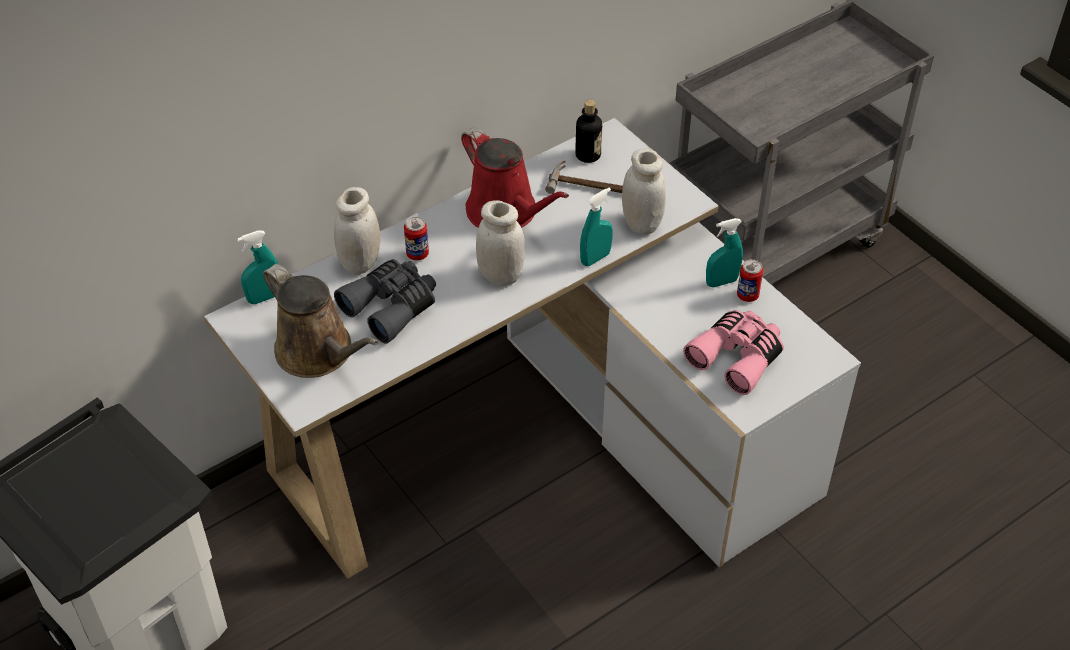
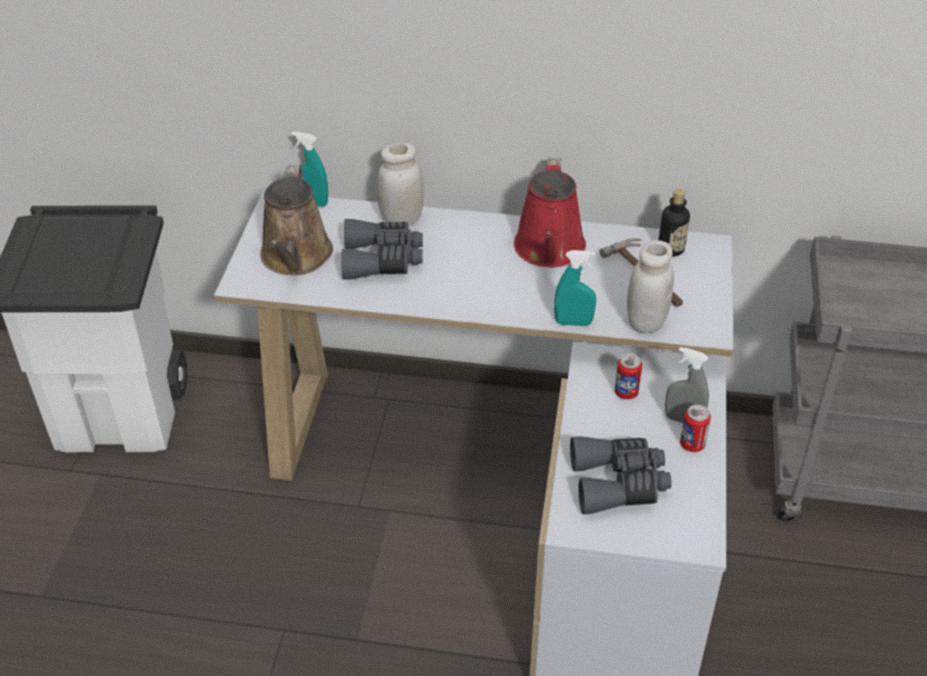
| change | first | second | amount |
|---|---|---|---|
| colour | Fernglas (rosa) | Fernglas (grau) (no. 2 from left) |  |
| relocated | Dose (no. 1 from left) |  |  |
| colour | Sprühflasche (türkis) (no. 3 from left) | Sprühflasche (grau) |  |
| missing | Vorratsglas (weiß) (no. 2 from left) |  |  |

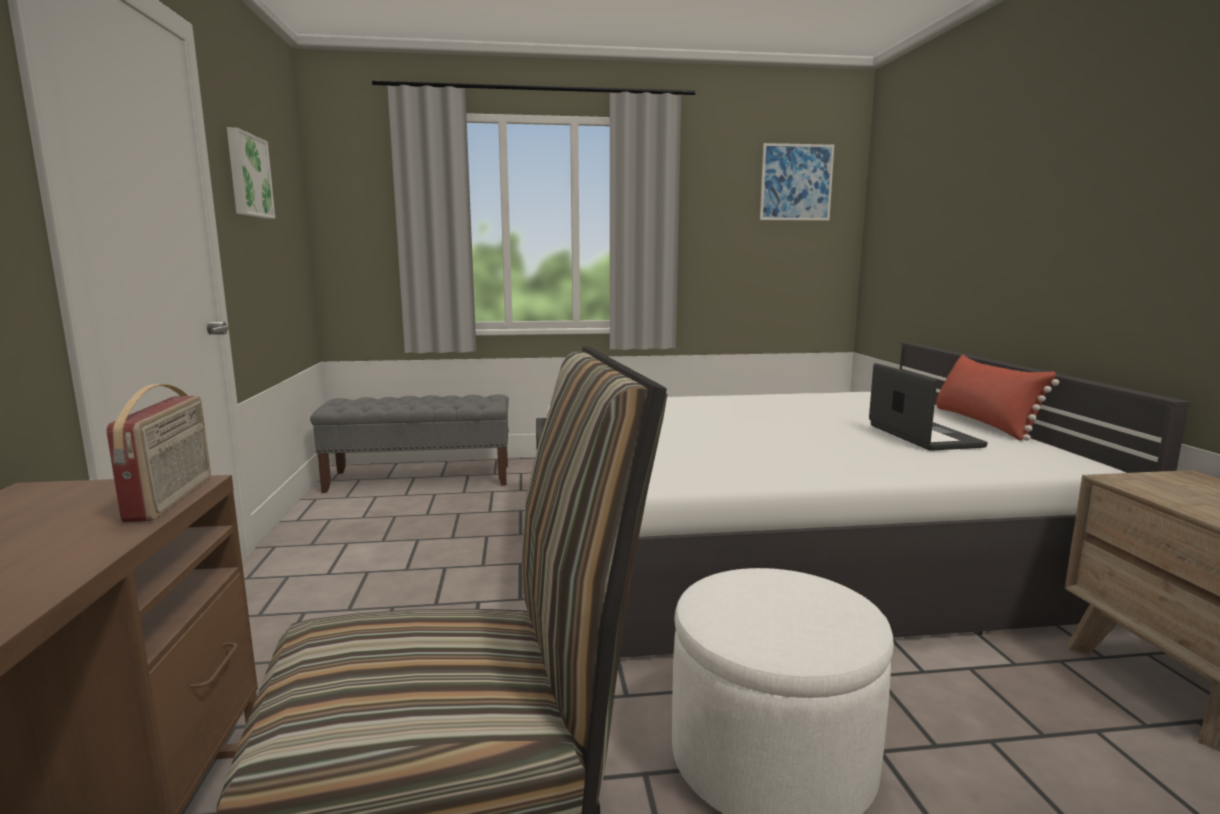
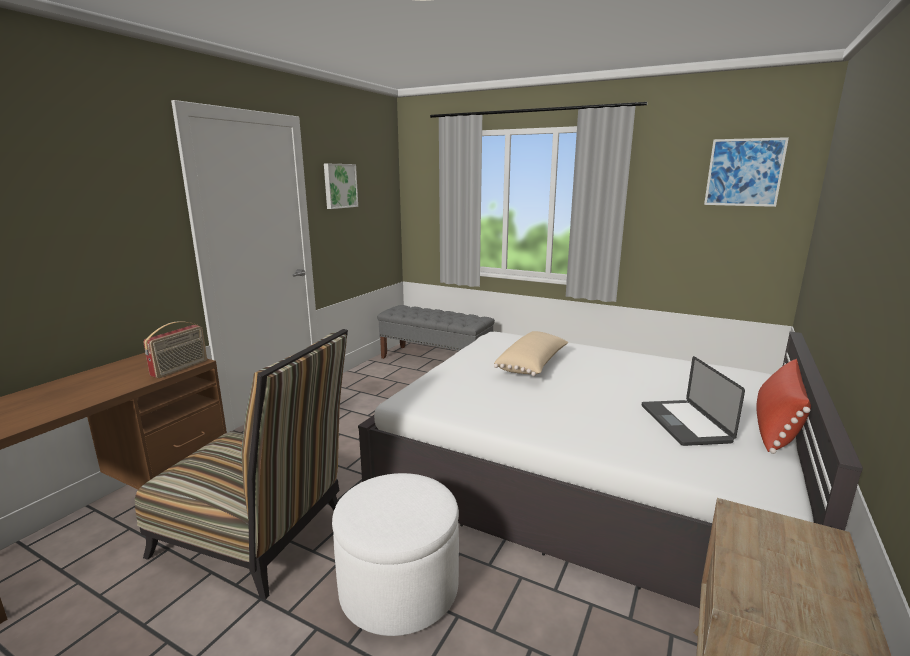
| change | first | second | amount |
|---|---|---|---|
| appeared |  | Kissen (beige) |  |
| spun | Laptop |  | 150 degrees clockwise |

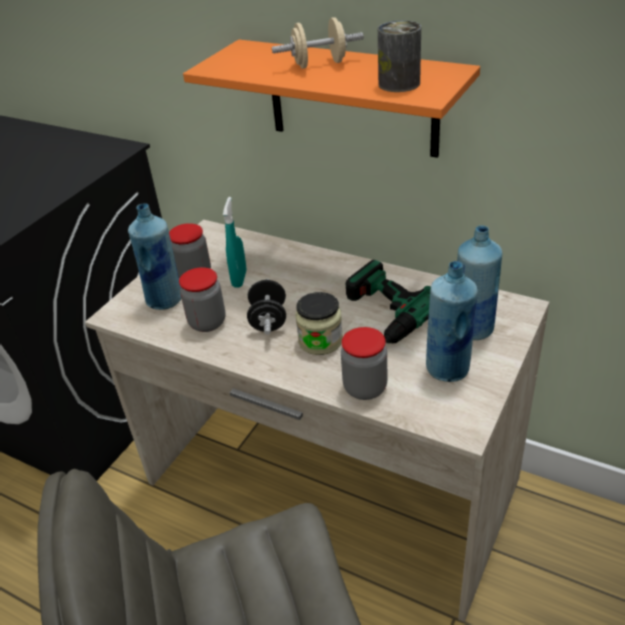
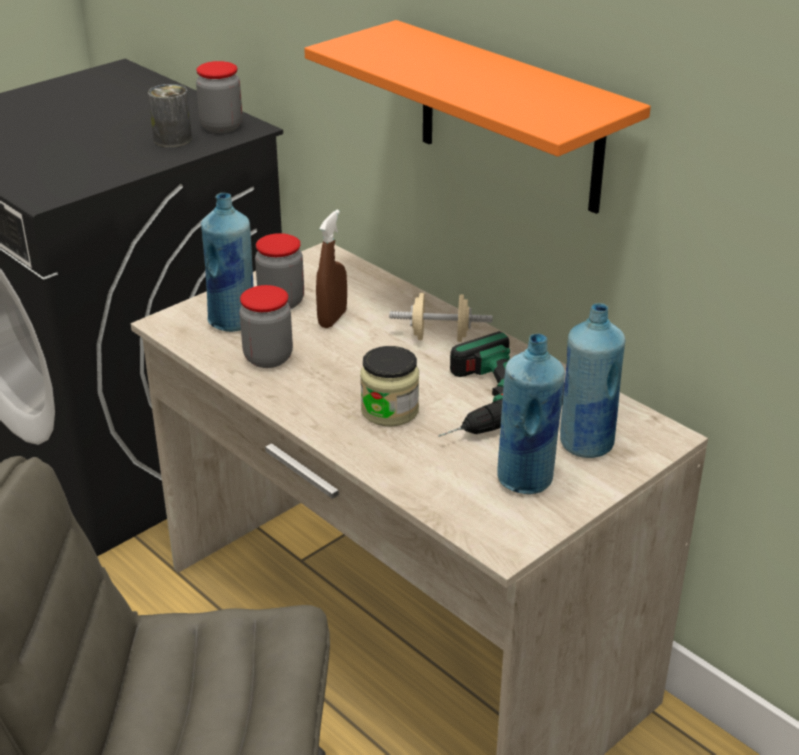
| change | first | second | amount |
|---|---|---|---|
| relocated | Dose |  |  |
| relocated | Vorratsglas (no. 4 from left in the first image) | Vorratsglas (no. 1 from left) |  |
| colour | Sprühflasche (türkis) | Sprühflasche (braun) |  |
| relocated | Hantel (beige) |  |  |
| missing | Hantel (schwarz) |  |  |

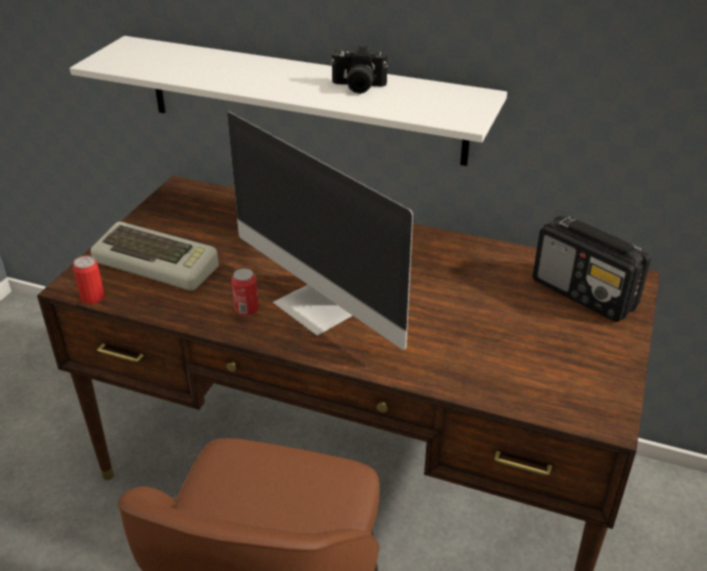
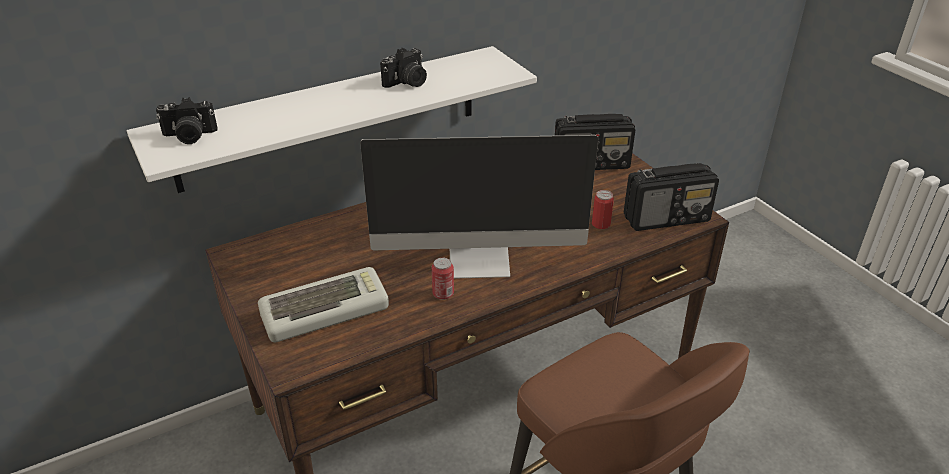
| change | first | second | amount |
|---|---|---|---|
| appeared |  | Kamera (no. 1 from left) |  |
| relocated | Dose (no. 1 from left in the first image) | Dose (no. 2 from left) |  |
| appeared |  | Radio (no. 2 from left) |  |

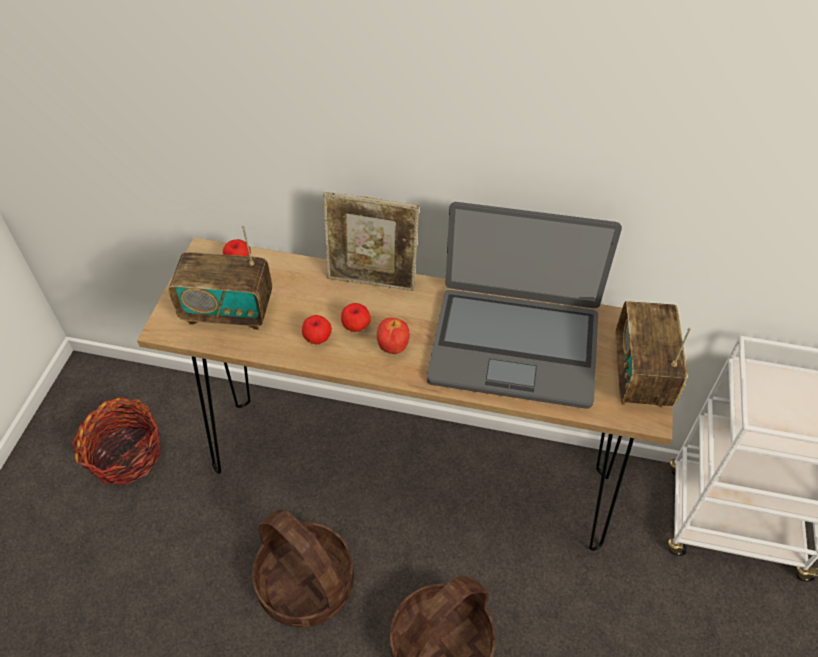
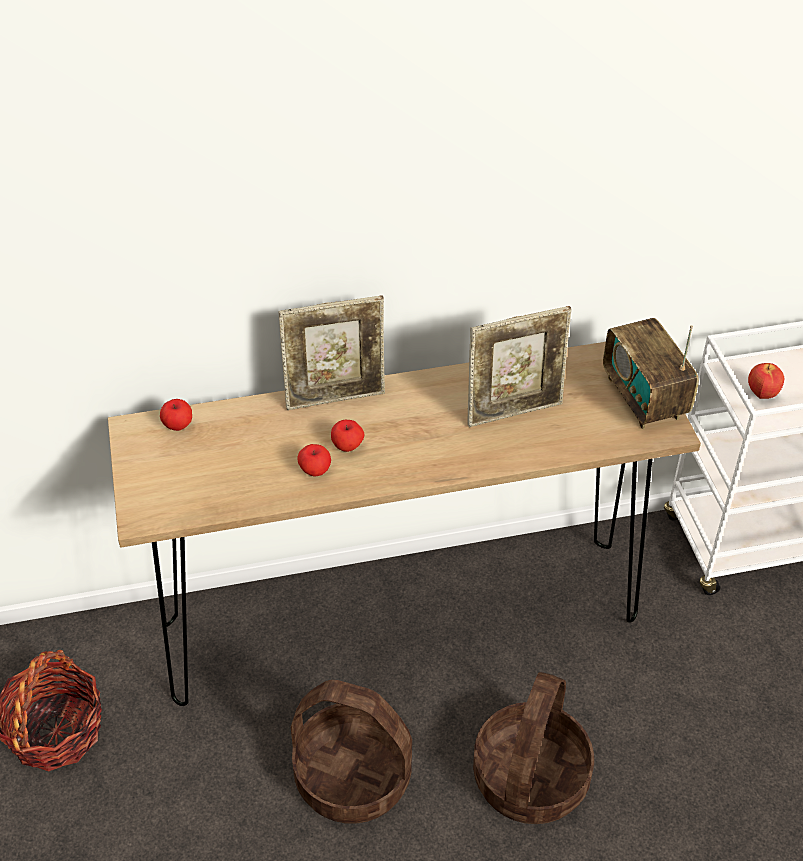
| change | first | second | amount |
|---|---|---|---|
| exchanged | Laptop | Bilderrahmen (no. 2 from left) |  |
| relocated | Apfel (no. 4 from left) |  |  |
| missing | Radio (no. 1 from left) |  |  |

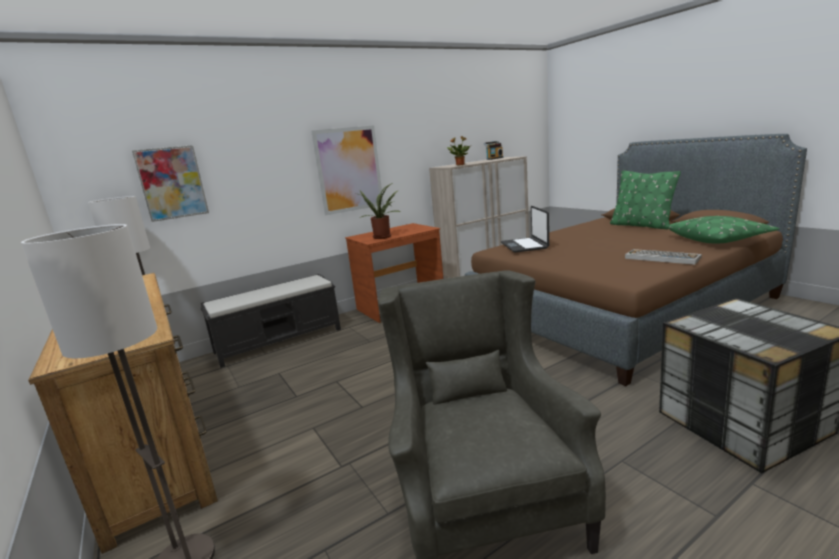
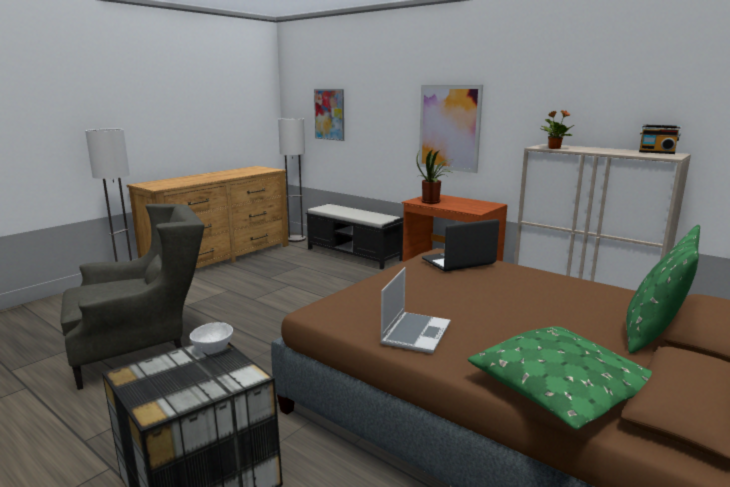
| change | first | second | amount |
|---|---|---|---|
| appeared |  | Schüssel (weiß) |  |
| exchanged | Tastatur | Laptop (no. 1 from left) |  |

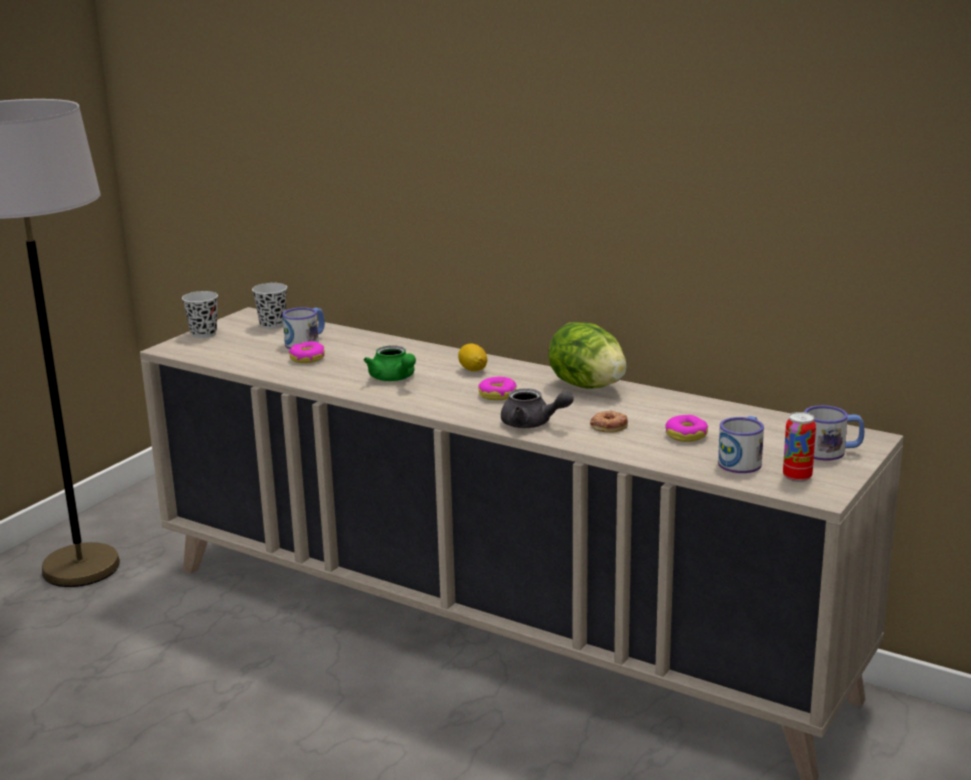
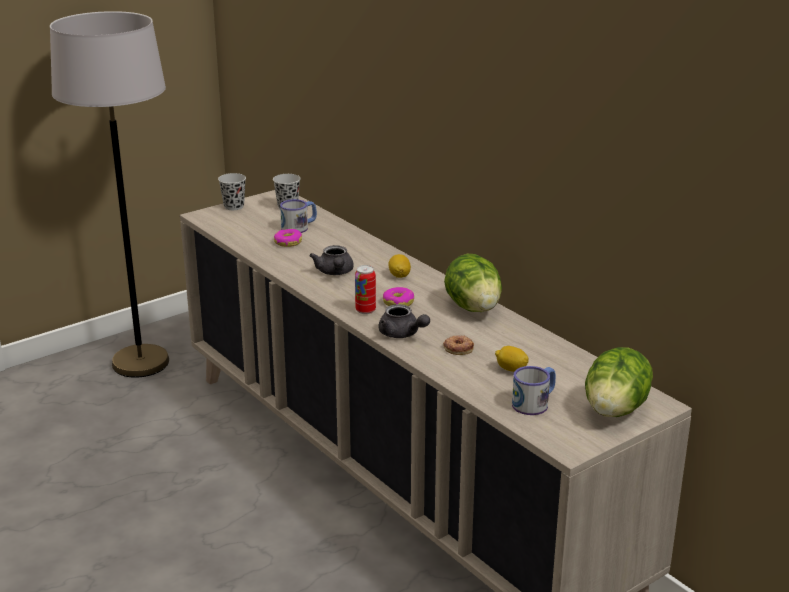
| change | first | second | amount |
|---|---|---|---|
| colour | Teekanne (grün) | Teekanne (grau) (no. 1 from left) |  |
| relocated | Dose |  |  |
| exchanged | Donut (no. 4 from left) | Zitrone (no. 2 from left) |  |
| exchanged | Henkelbecher (no. 3 from left) | Salatkopf (no. 2 from left) |  |

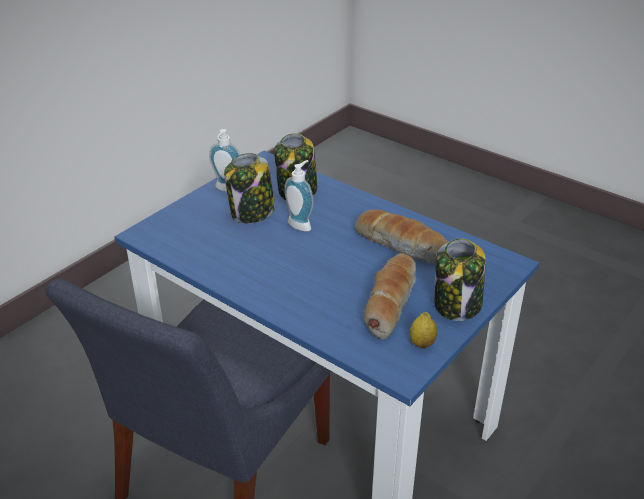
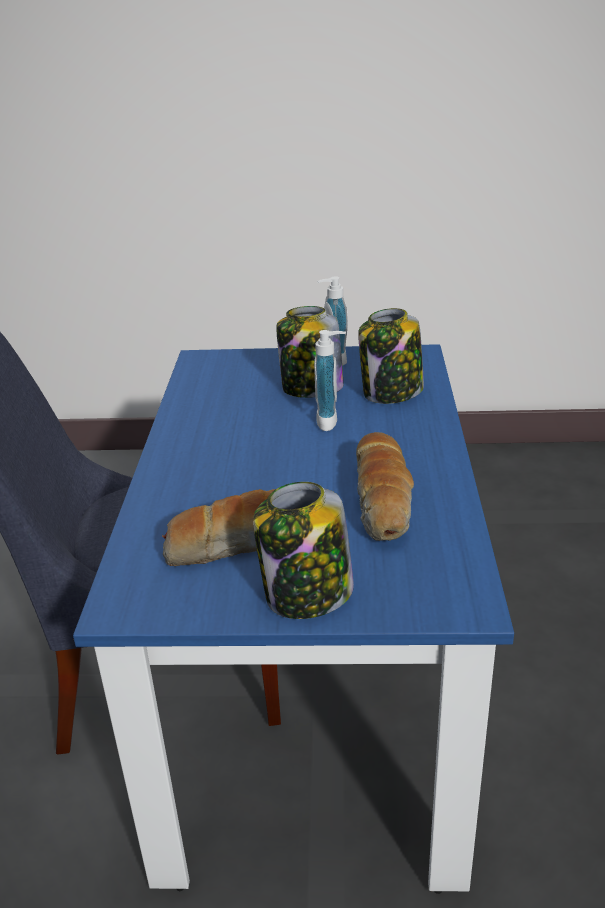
| change | first | second | amount |
|---|---|---|---|
| missing | Zitrone |  |  |

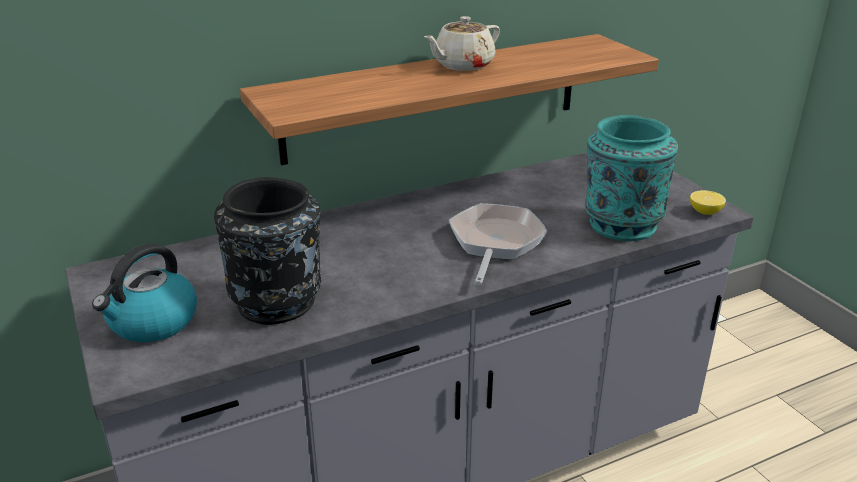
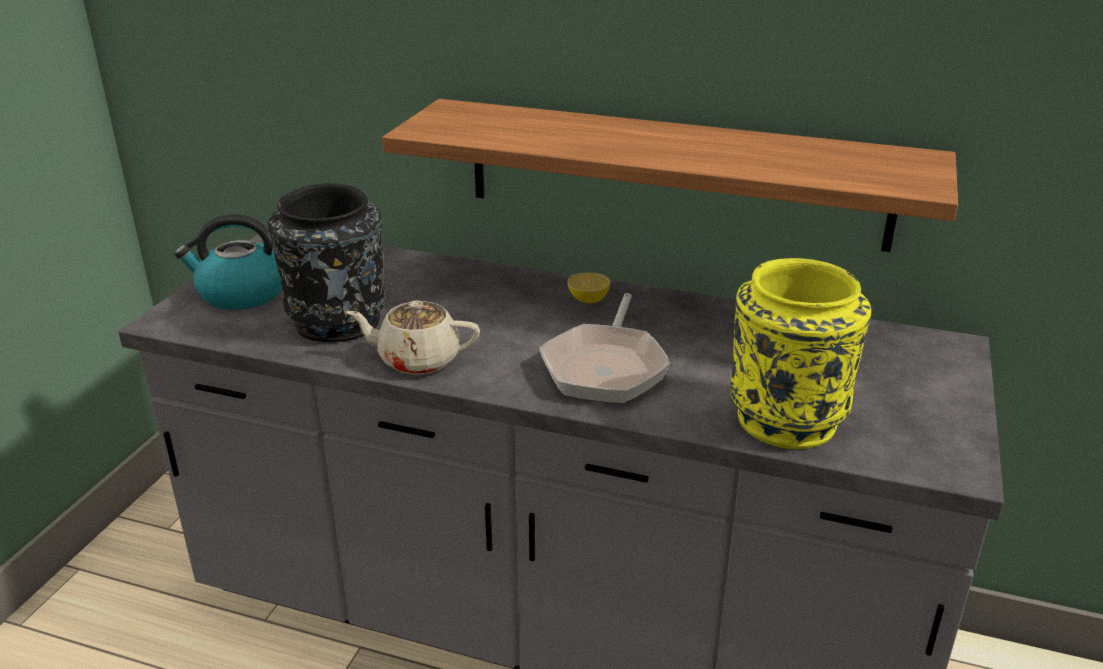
| change | first | second | amount |
|---|---|---|---|
| relocated | Teekanne (beige) |  |  |
| spun | Pfanne |  | 135 degrees clockwise |
| relocated | Zitrone |  |  |
| colour | Vase (türkis) | Vase (gelb) |  |

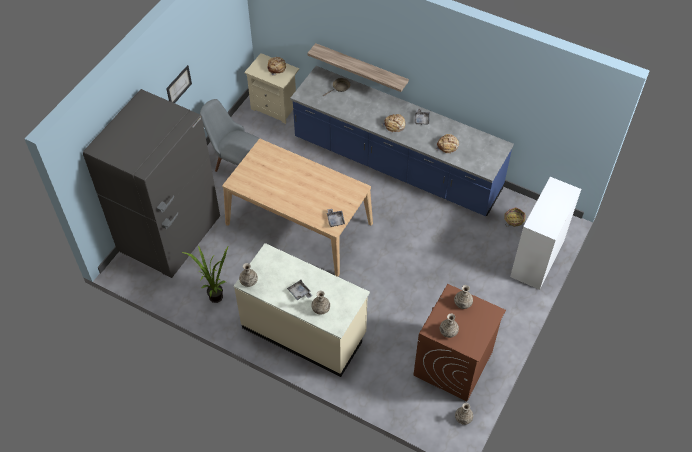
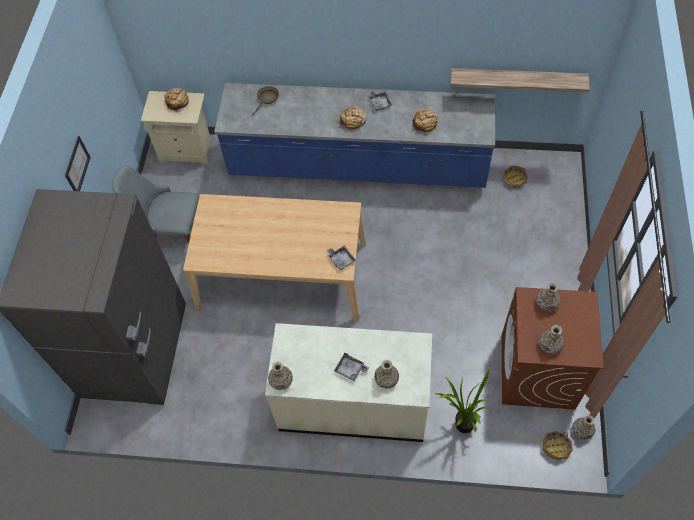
| change | first | second | amount |
|---|---|---|---|
| relocated | Topfpflanze |  |  |
| relocated | Wandregal |  |  |
| appeared |  | Korb (no. 2 from left) |  |
| missing | Kommode (weiß) |  |  |

